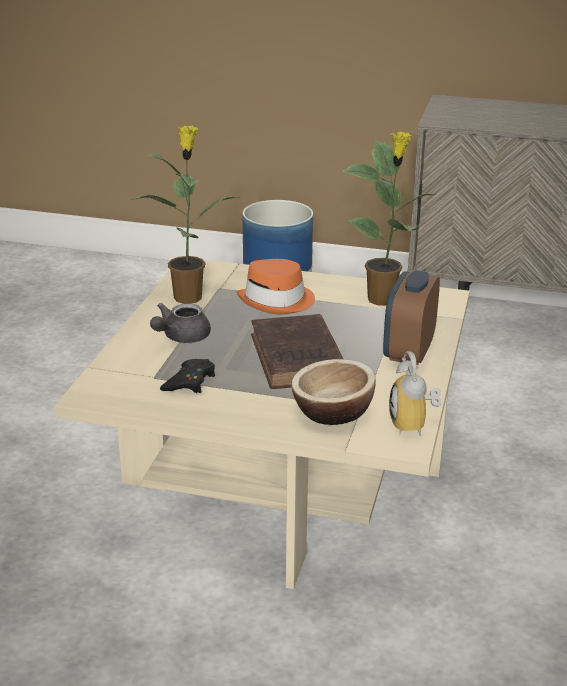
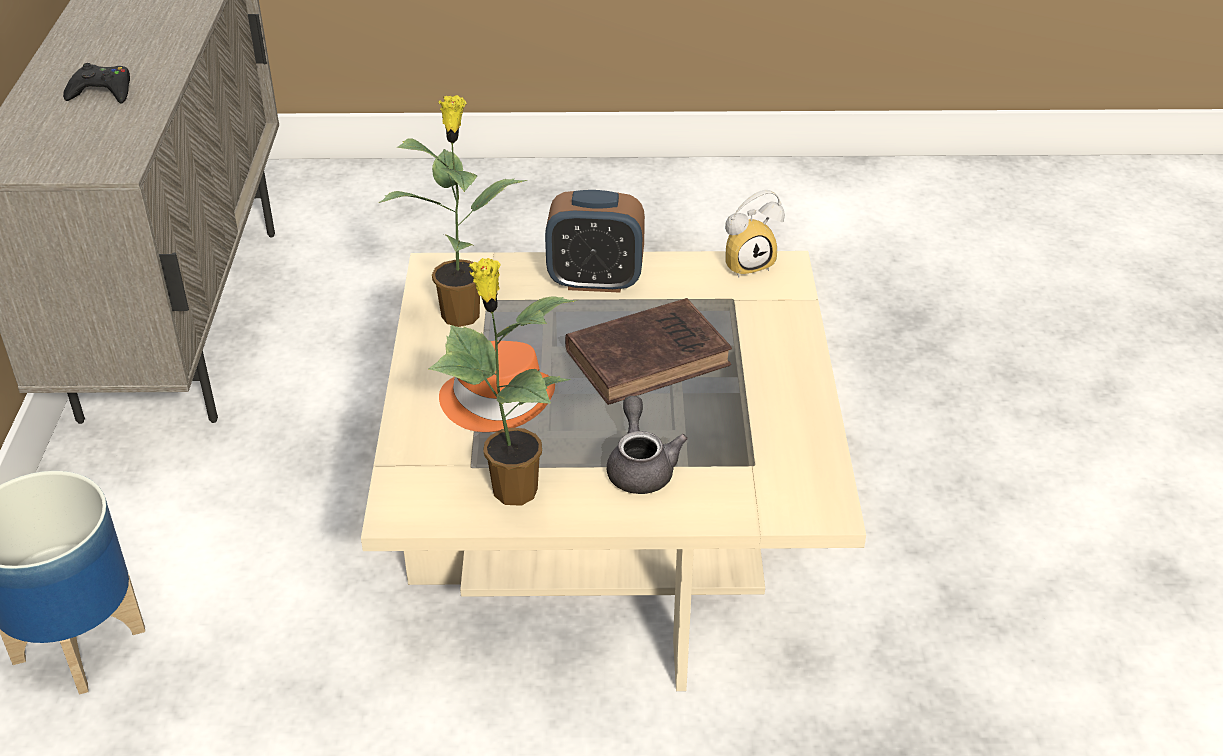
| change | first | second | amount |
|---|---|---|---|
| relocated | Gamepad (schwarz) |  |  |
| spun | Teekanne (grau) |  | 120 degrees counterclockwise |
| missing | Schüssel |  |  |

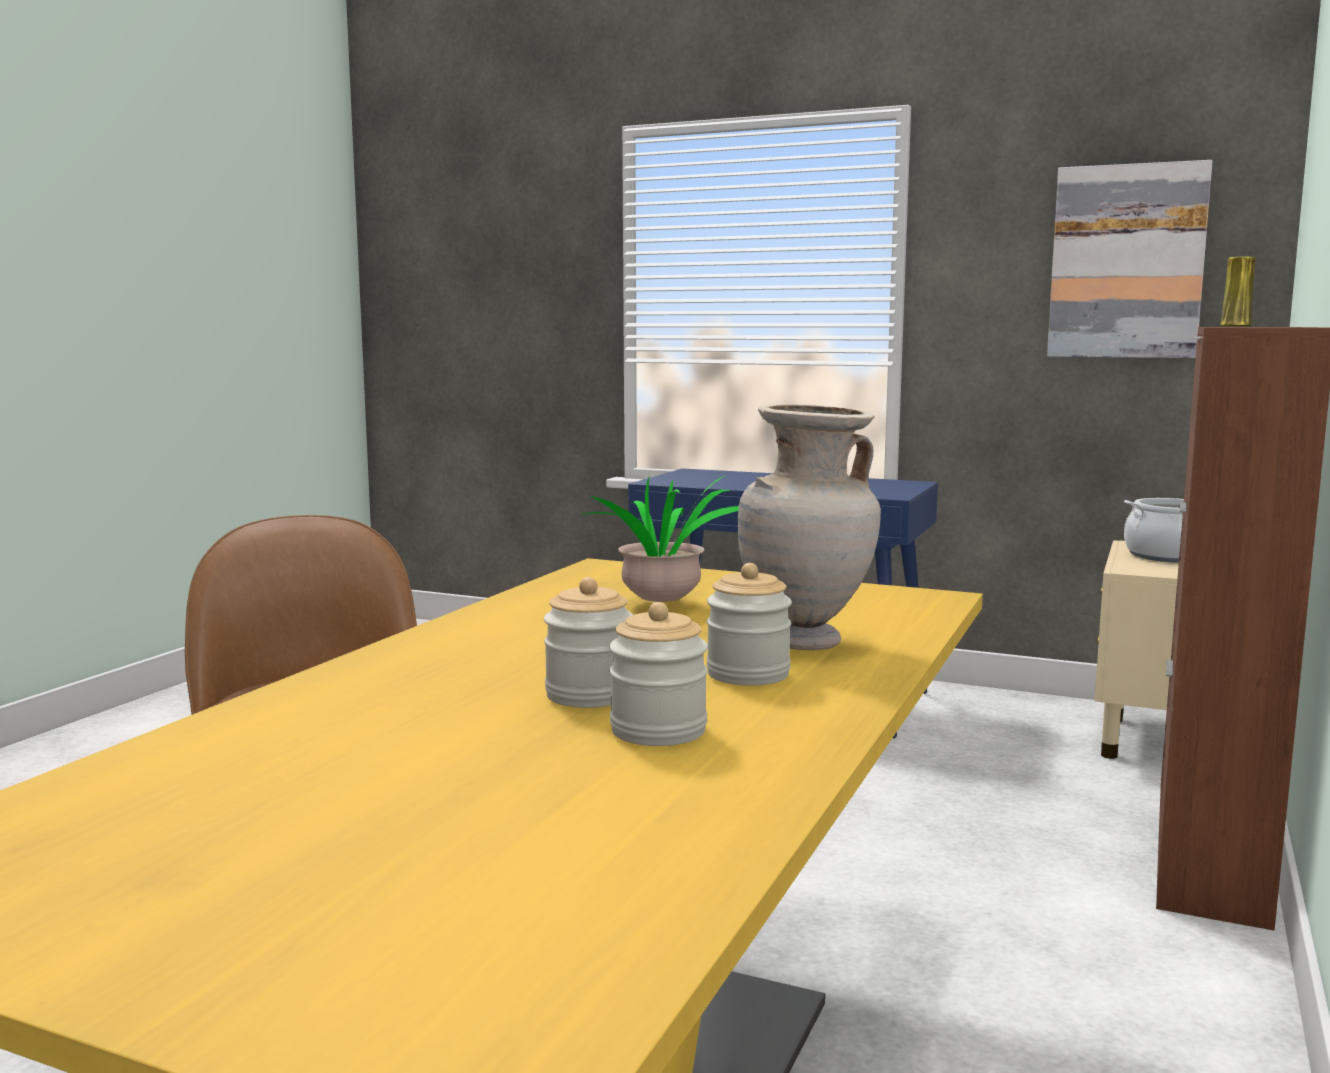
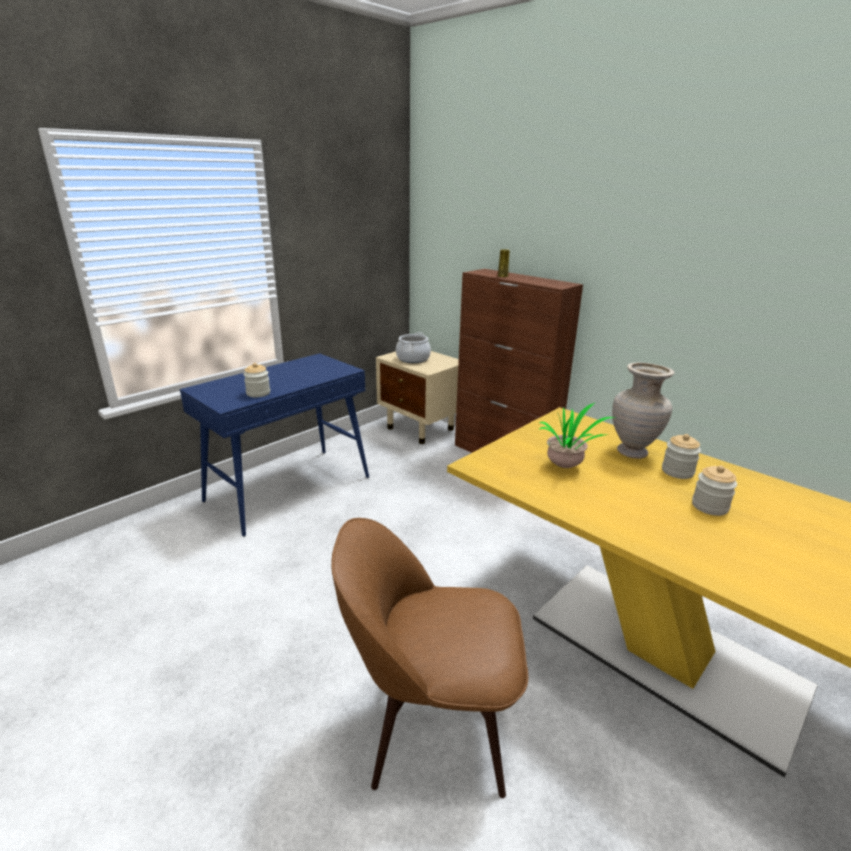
| change | first | second | amount |
|---|---|---|---|
| relocated | Vorratsglas (no. 2 from left in the first image) | Vorratsglas (no. 1 from left) |  |
| missing | Bild |  |  |

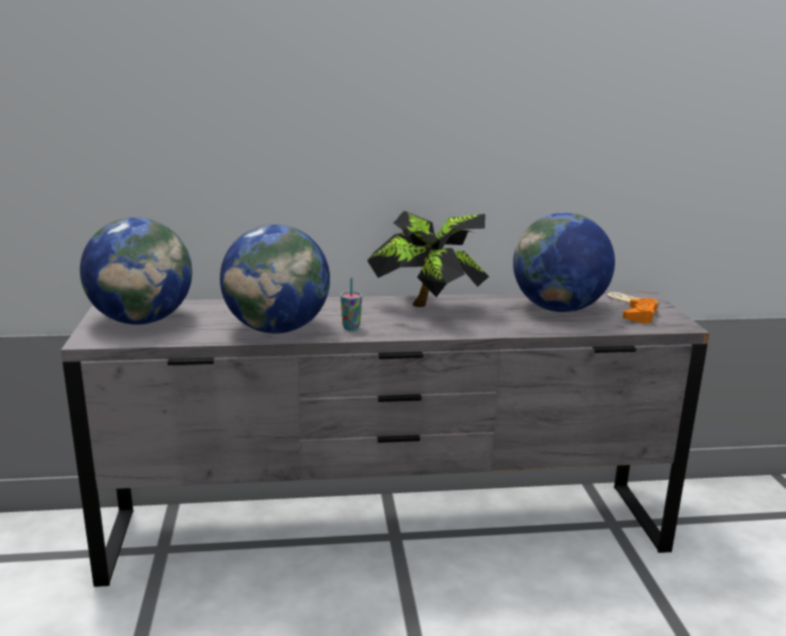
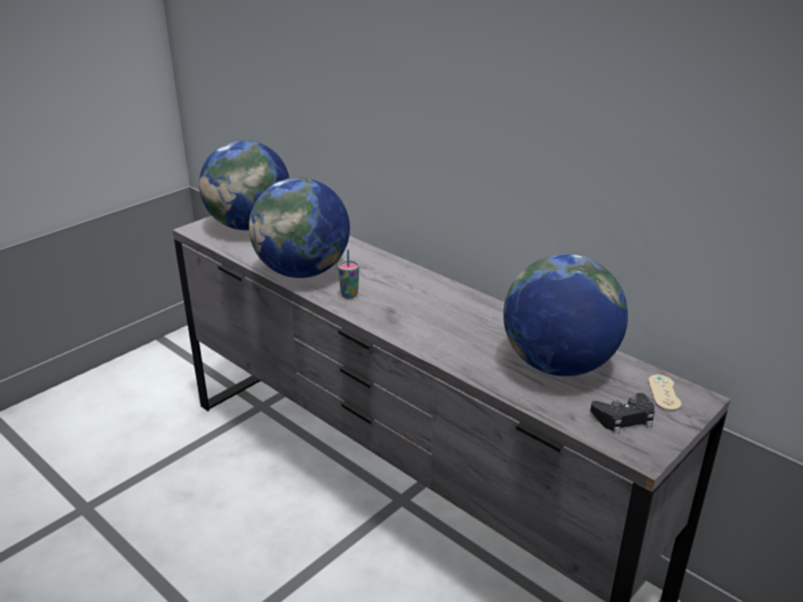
| change | first | second | amount |
|---|---|---|---|
| colour | Gamepad (orange) | Gamepad (schwarz) |  |
| missing | Topfpflanze |  |  |

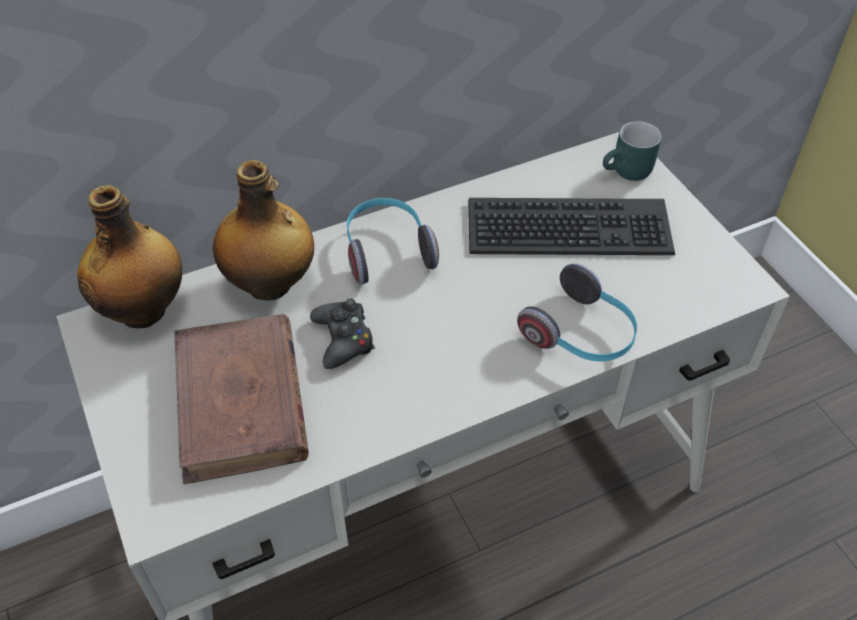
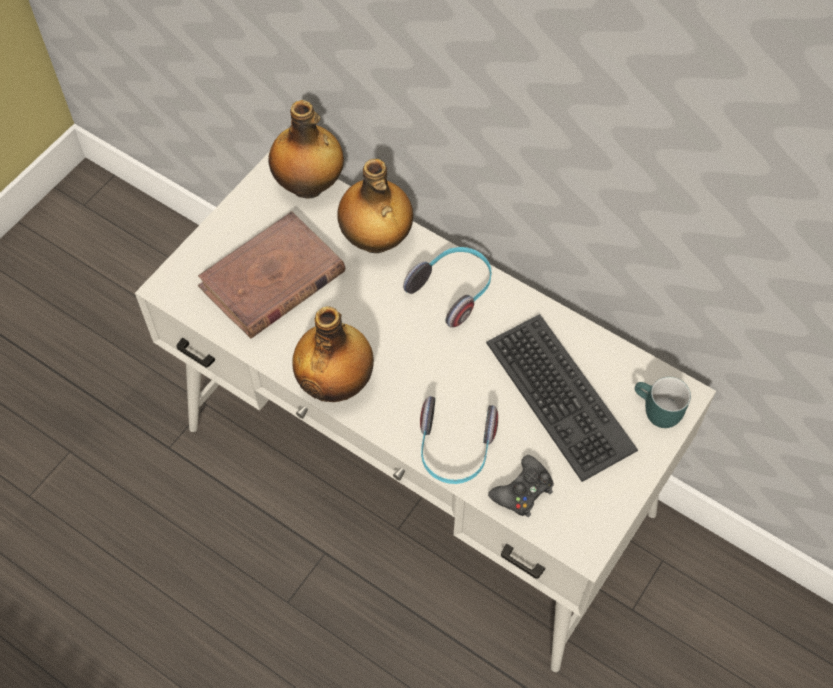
| change | first | second | amount |
|---|---|---|---|
| appeared |  | Flasche (no. 2 from left) |  |
| relocated | Gamepad (schwarz) |  |  |

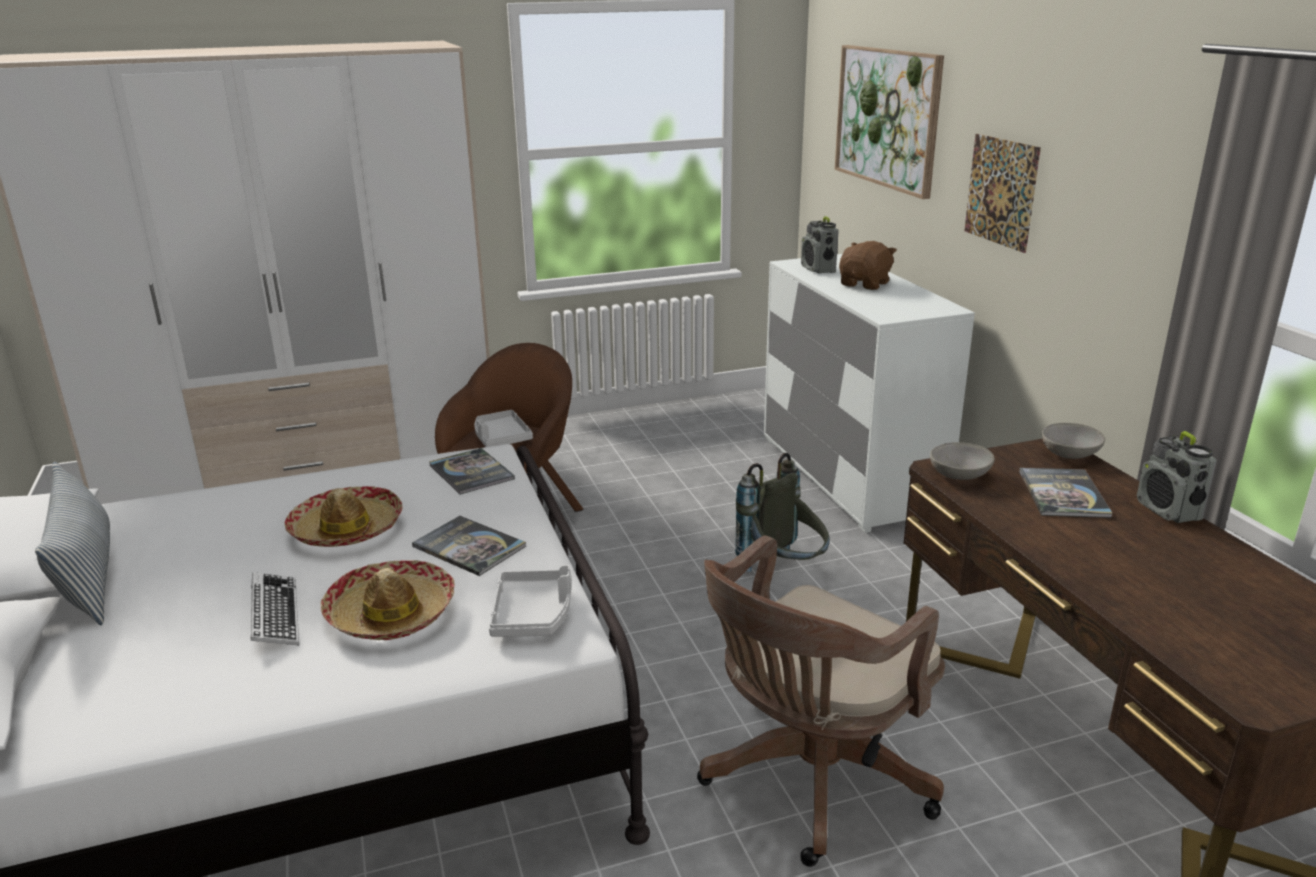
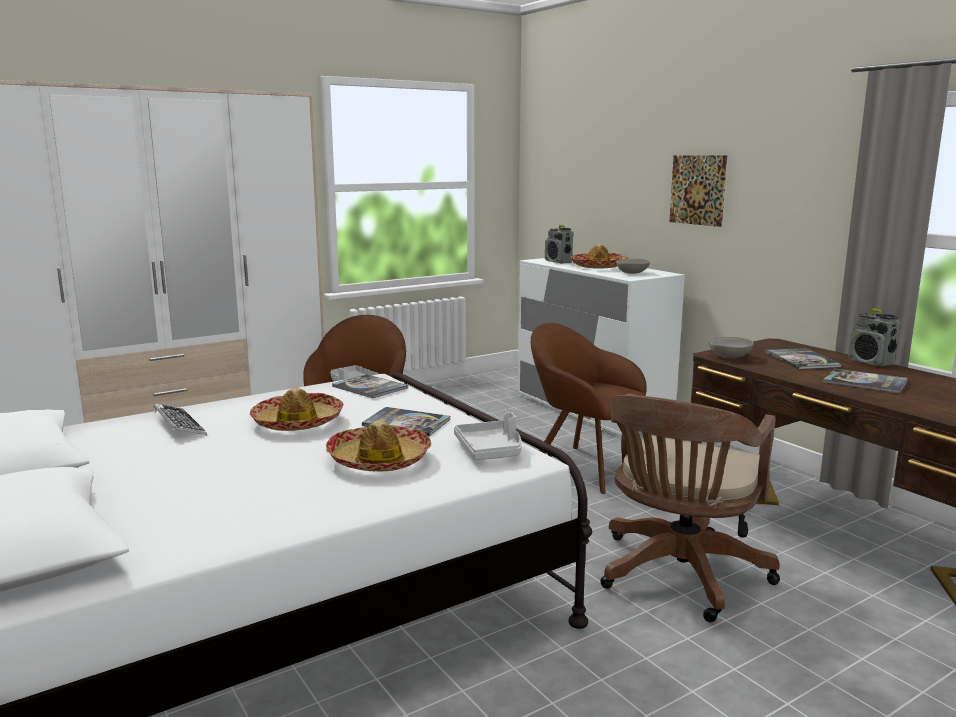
| change | first | second | amount |
|---|---|---|---|
| relocated | Tastatur |  |  |
| exchanged | Rucksack (grau) | Sessel (braun) (no. 2 from left) |  |
| exchanged | Plüschtier (braun) | Hut (no. 3 from left) |  |
| relocated | Schüssel (grau) (no. 2 from left in the first image) | Schüssel (grau) (no. 1 from left) |  |
| appeared |  | Buch (no. 4 from left) |  |
| missing | Kissen |  |  |
| missing | Bild (no. 1 from left) |  |  |

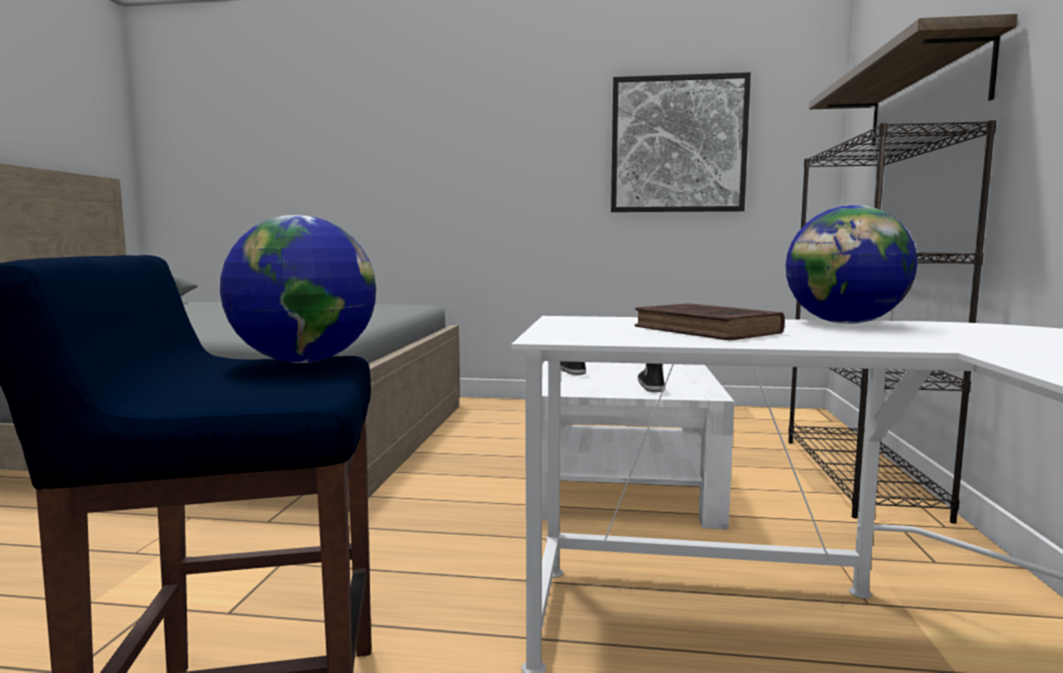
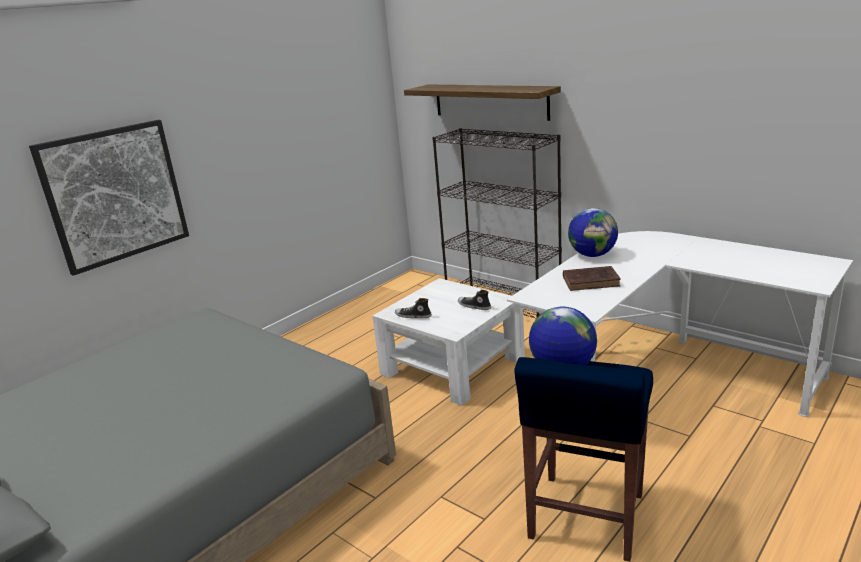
| change | first | second | amount |
|---|---|---|---|
| relocated | Bild |  |  |

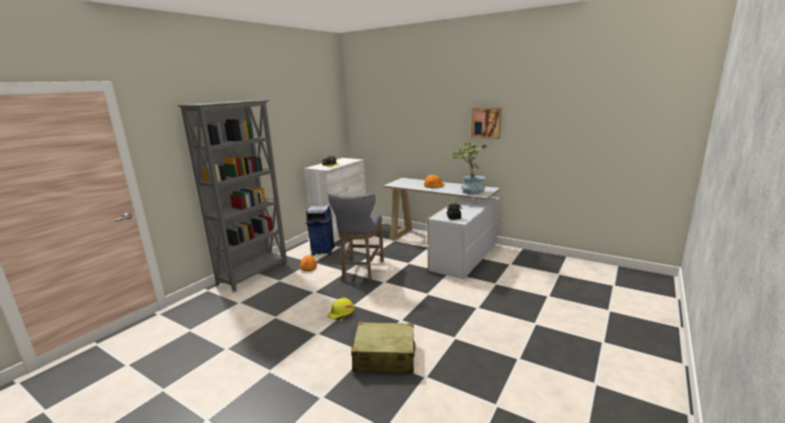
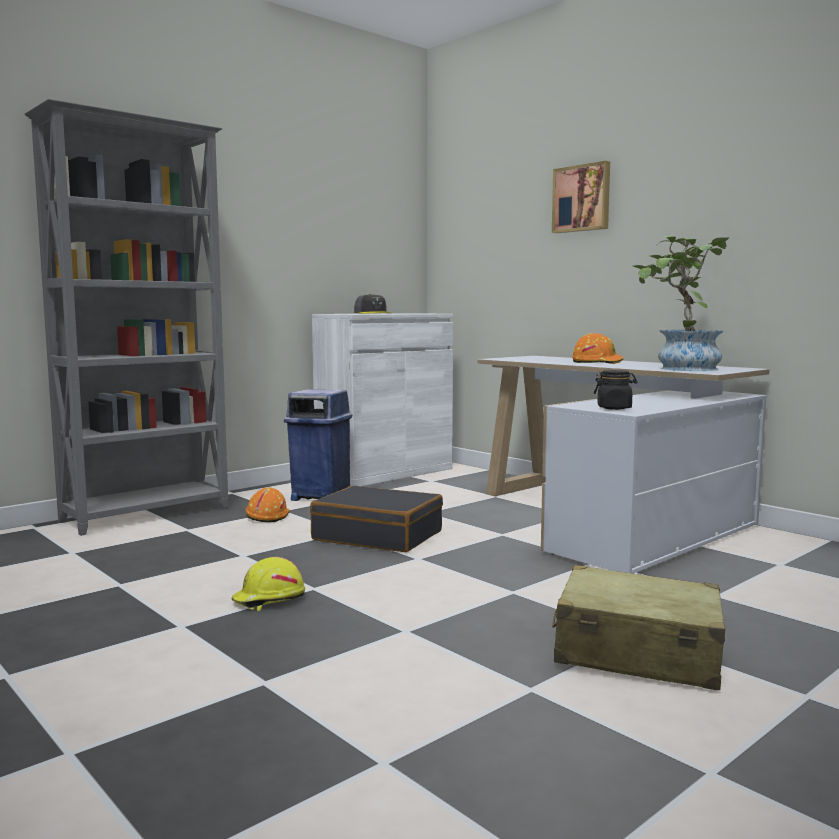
| change | first | second | amount |
|---|---|---|---|
| exchanged | Hocker (grau) | Koffer (schwarz) |  |
| relocated | Bild |  |  |
| relocated | Koffer (beige) |  |  |

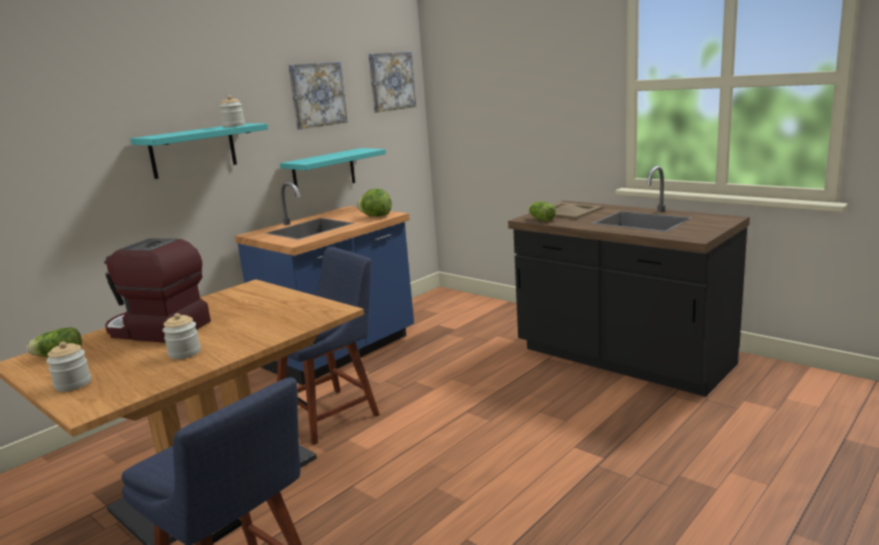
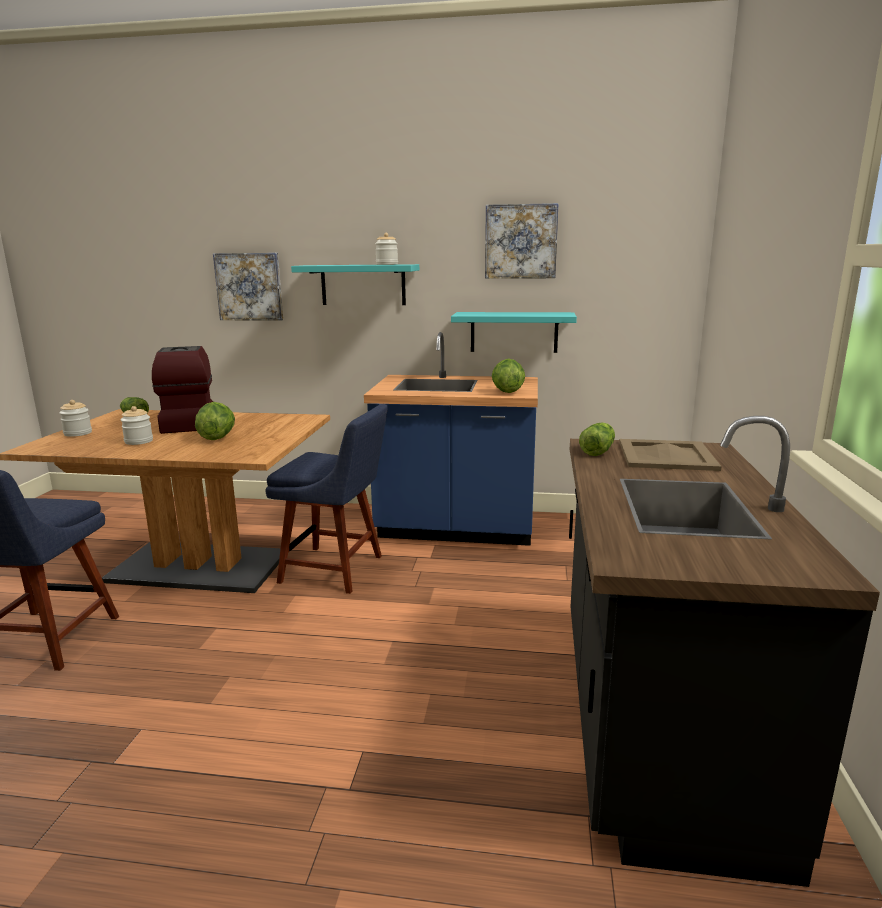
| change | first | second | amount |
|---|---|---|---|
| appeared |  | Salatkopf (no. 2 from left) |  |
| relocated | Bild (no. 2 from left in the first image) | Bild (no. 1 from left) |  |

